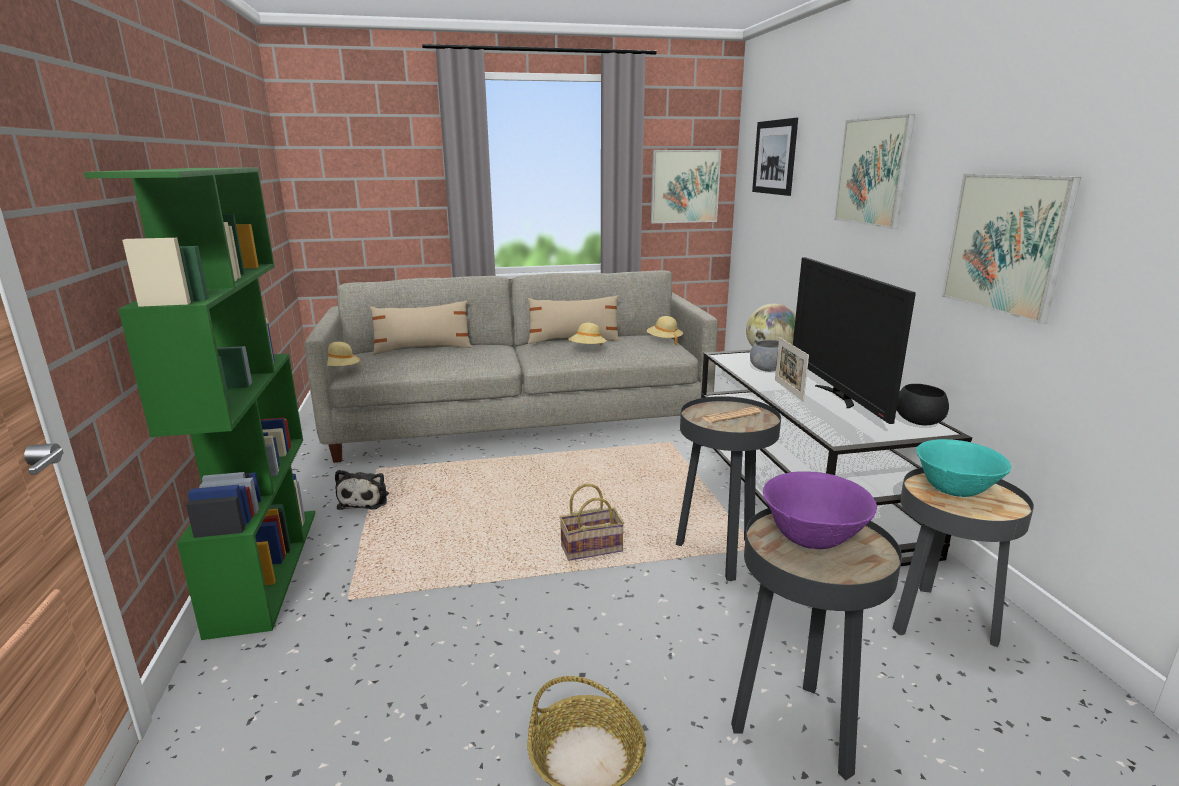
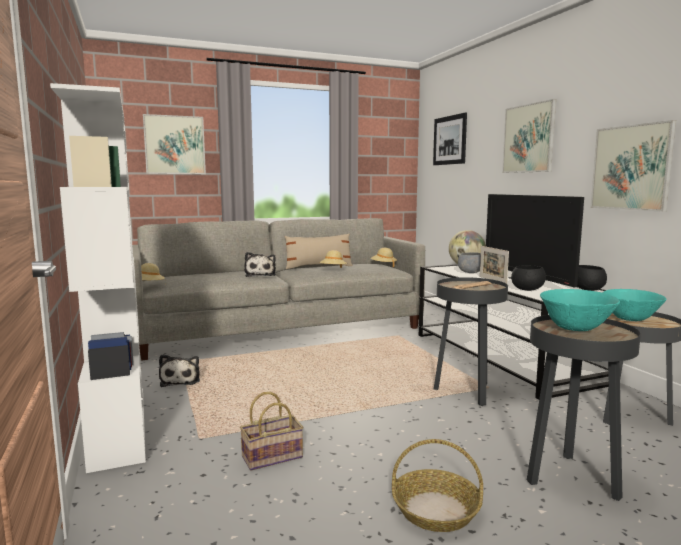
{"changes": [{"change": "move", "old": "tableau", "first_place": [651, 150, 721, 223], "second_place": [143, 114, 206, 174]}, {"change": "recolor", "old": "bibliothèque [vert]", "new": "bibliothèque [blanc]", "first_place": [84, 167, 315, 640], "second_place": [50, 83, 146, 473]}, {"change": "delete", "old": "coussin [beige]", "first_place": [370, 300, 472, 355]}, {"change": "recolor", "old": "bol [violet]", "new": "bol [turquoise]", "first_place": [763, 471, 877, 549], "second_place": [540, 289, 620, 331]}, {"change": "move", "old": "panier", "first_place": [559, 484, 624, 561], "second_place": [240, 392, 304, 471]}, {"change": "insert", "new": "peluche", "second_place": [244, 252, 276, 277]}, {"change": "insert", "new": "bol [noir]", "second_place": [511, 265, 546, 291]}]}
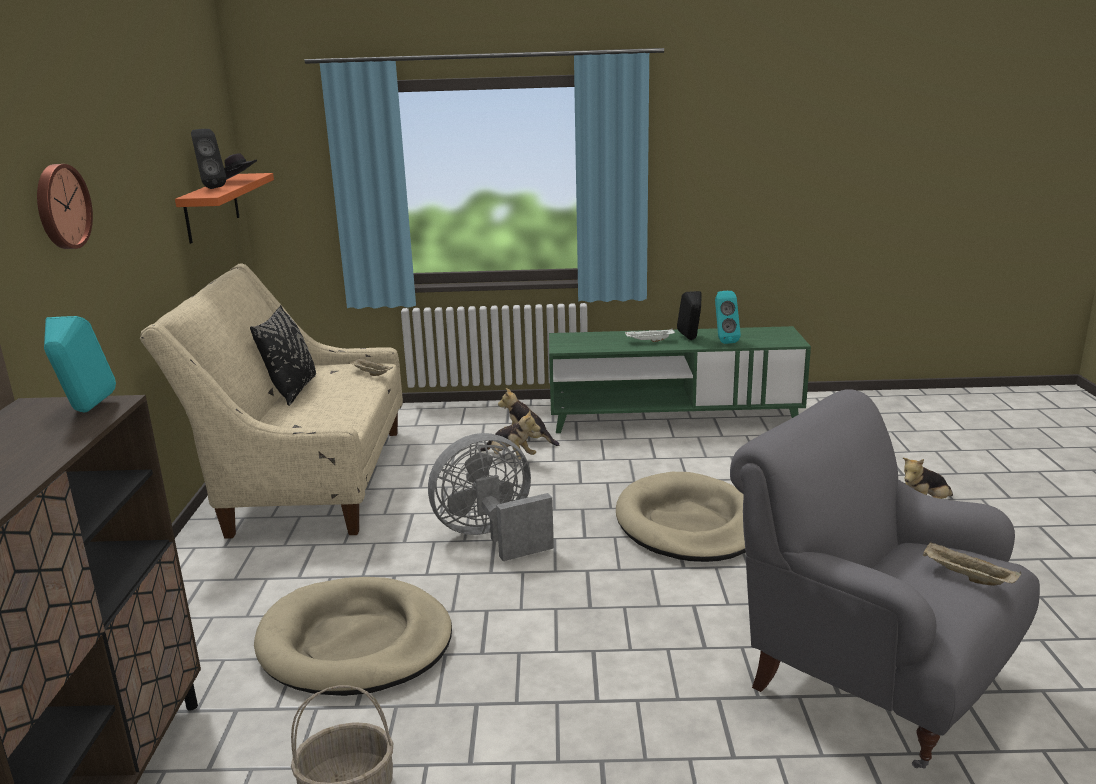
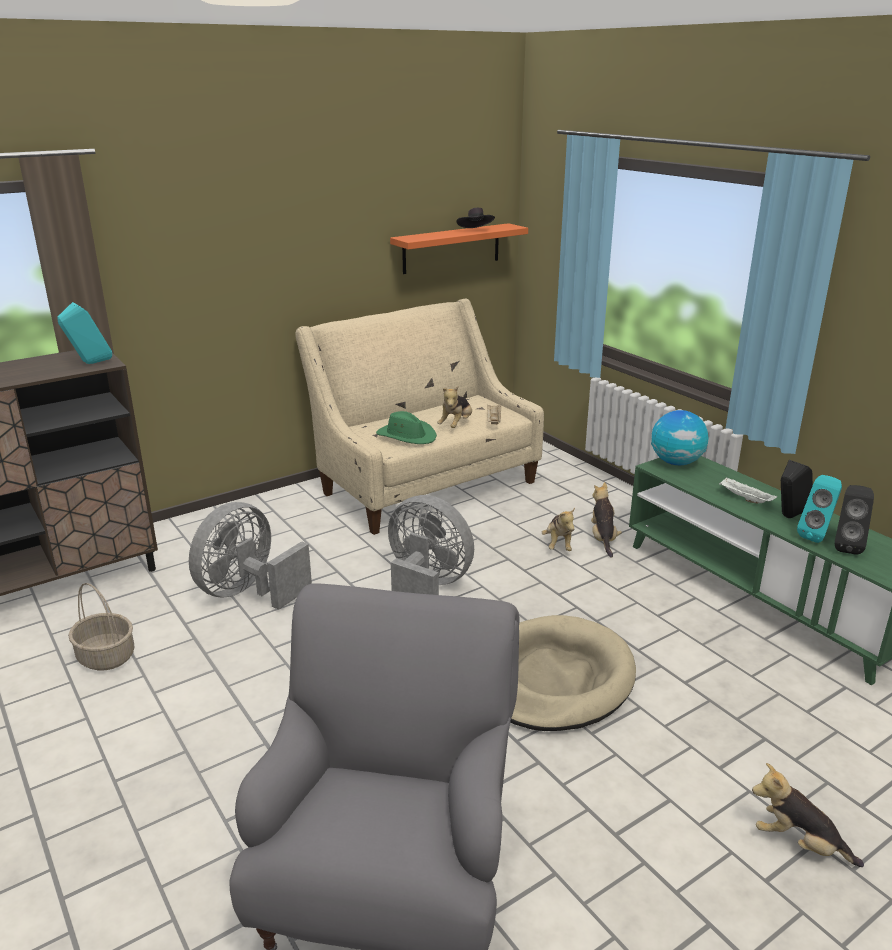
{"changes": [{"change": "move", "old": "enceinte [noir]", "first_place": [191, 129, 226, 189], "second_place": [834, 485, 874, 555]}, {"change": "delete", "old": "horloge murale", "first_place": [37, 164, 93, 249]}, {"change": "delete", "old": "coussin [noir]", "first_place": [250, 305, 316, 406]}, {"change": "delete", "old": "plateau [beige]", "first_place": [923, 542, 1021, 585]}, {"change": "replace", "old": "panier pour chien [beige]", "new": "ventilateur [gris]", "first_place": [254, 577, 452, 696], "second_place": [189, 502, 312, 610]}, {"change": "insert", "new": "peluche", "second_place": [437, 386, 472, 428]}, {"change": "insert", "new": "globe", "second_place": [651, 410, 708, 465]}, {"change": "insert", "new": "chapeau [vert]", "second_place": [376, 411, 437, 444]}]}
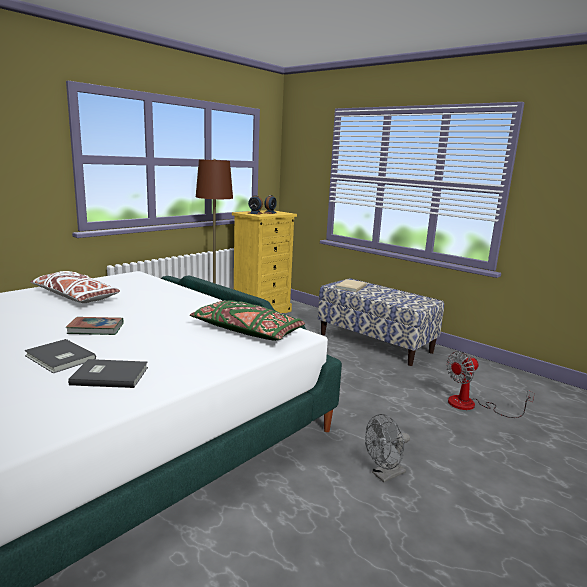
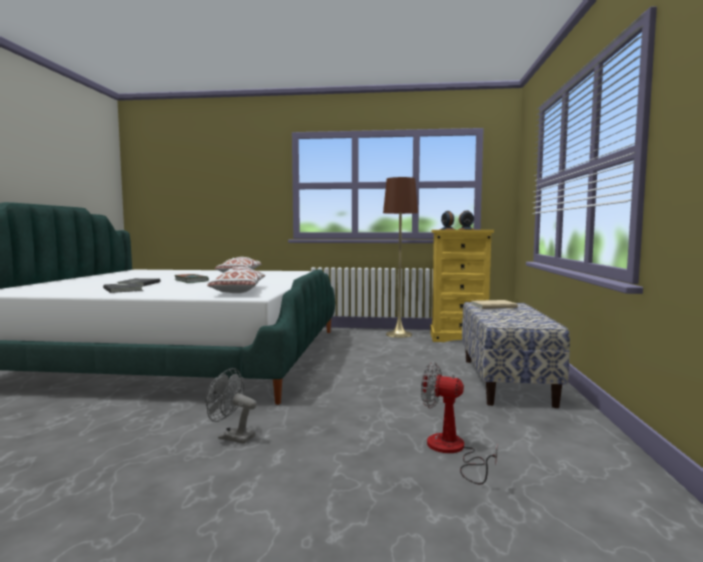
{"changes": [{"change": "recolor", "old": "coussin [vert]", "new": "coussin [blanc]", "first_place": [190, 300, 305, 341], "second_place": [207, 267, 265, 293]}]}
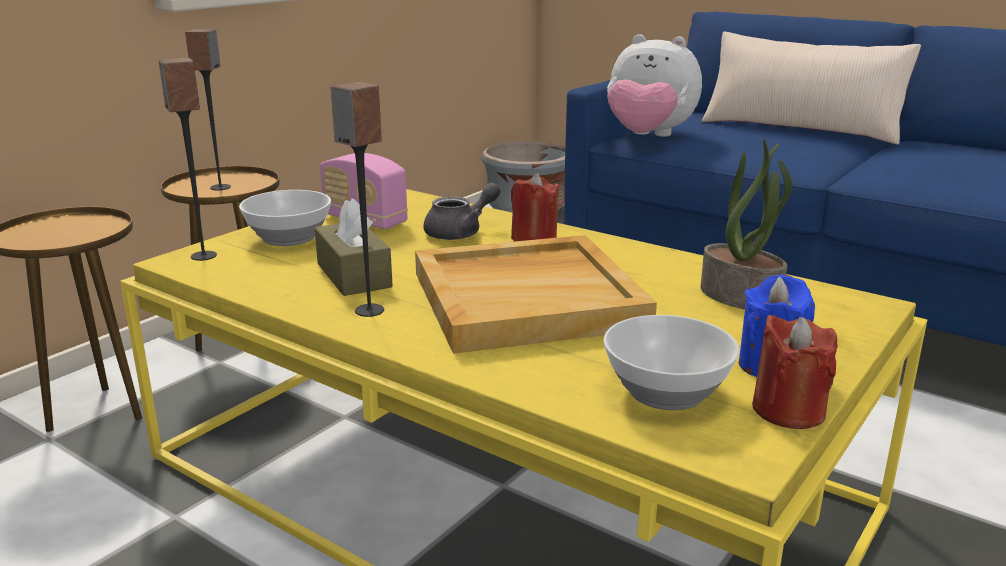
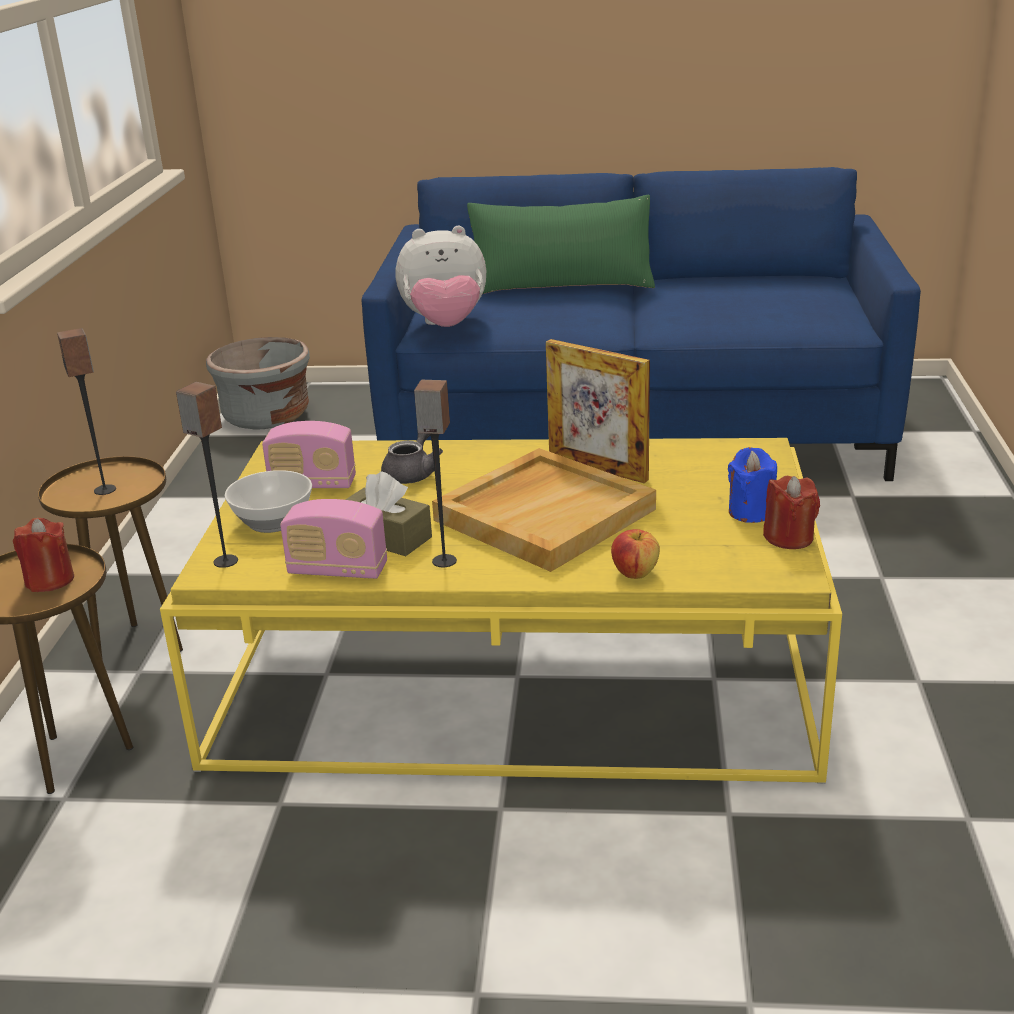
{"changes": [{"change": "recolor", "old": "coussin [beige]", "new": "coussin [vert]", "first_place": [702, 32, 921, 144], "second_place": [467, 195, 655, 294]}, {"change": "delete", "old": "plante en pot", "first_place": [700, 138, 792, 309]}, {"change": "move", "old": "bougie [rouge]", "first_place": [511, 173, 559, 242], "second_place": [13, 518, 74, 592]}, {"change": "delete", "old": "bol", "first_place": [603, 315, 740, 410]}, {"change": "insert", "new": "cadre photo", "second_place": [546, 339, 650, 483]}, {"change": "insert", "new": "radio", "second_place": [280, 499, 387, 579]}, {"change": "insert", "new": "pomme", "second_place": [611, 529, 660, 579]}]}
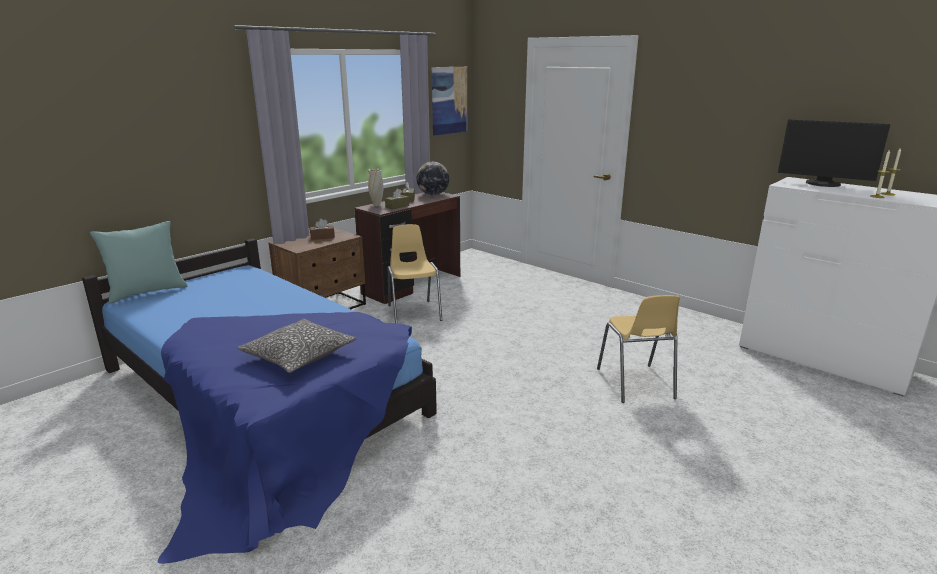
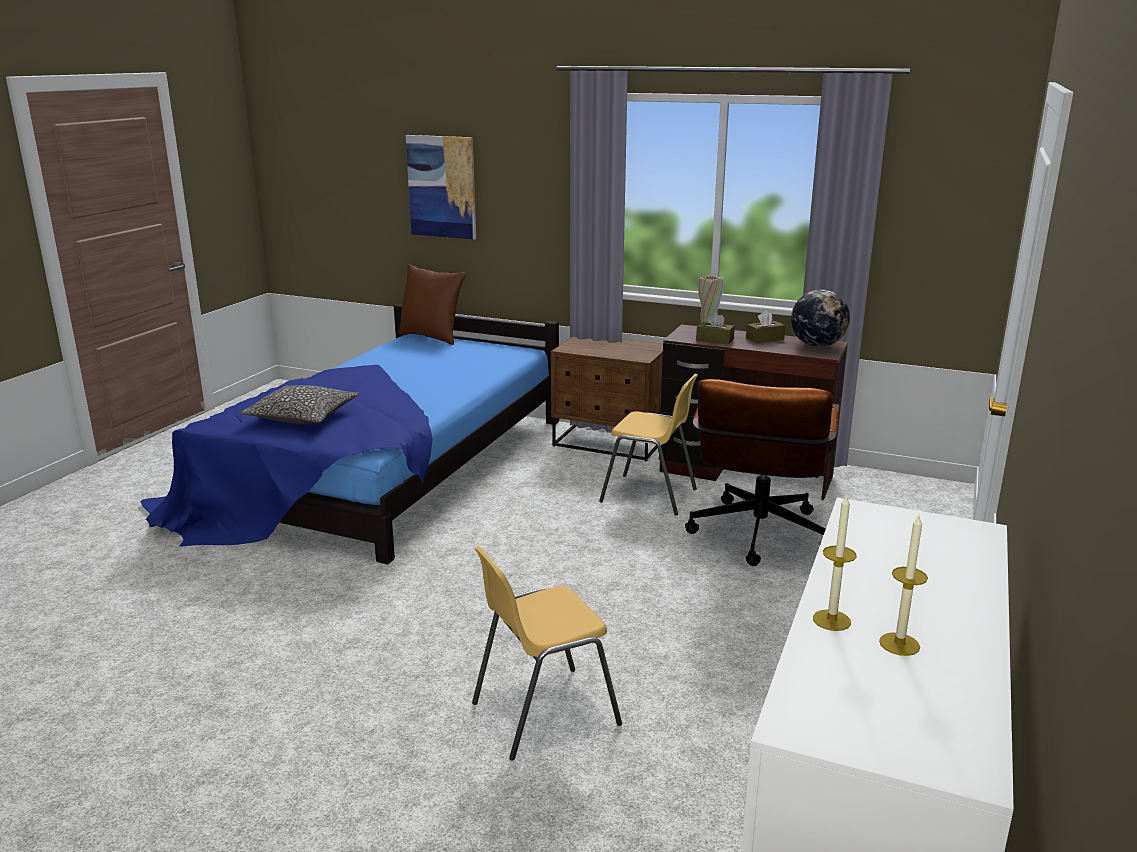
{"changes": [{"change": "move", "old": "tableau", "first_place": [432, 67, 467, 135], "second_place": [406, 135, 476, 240]}, {"change": "delete", "old": "écran d'ordinateur", "first_place": [778, 119, 890, 187]}, {"change": "delete", "old": "boîte à mouchoirs [marron]", "first_place": [310, 219, 335, 240]}, {"change": "recolor", "old": "coussin [turquoise]", "new": "coussin [marron]", "first_place": [90, 221, 188, 303], "second_place": [398, 264, 466, 345]}, {"change": "rotate", "old": "chaise [jaune]", "first_place": [388, 224, 442, 323], "second_place": [599, 374, 698, 516], "degrees": 60}, {"change": "insert", "new": "chaise de bureau [marron]", "second_place": [685, 379, 840, 566]}]}
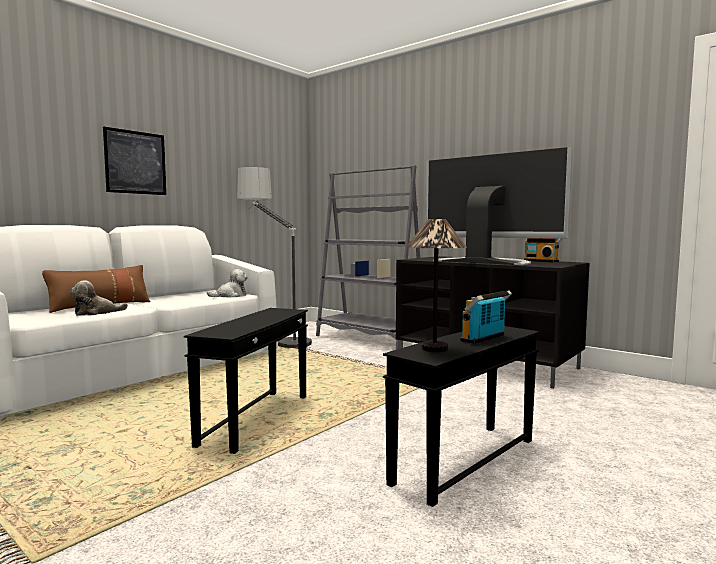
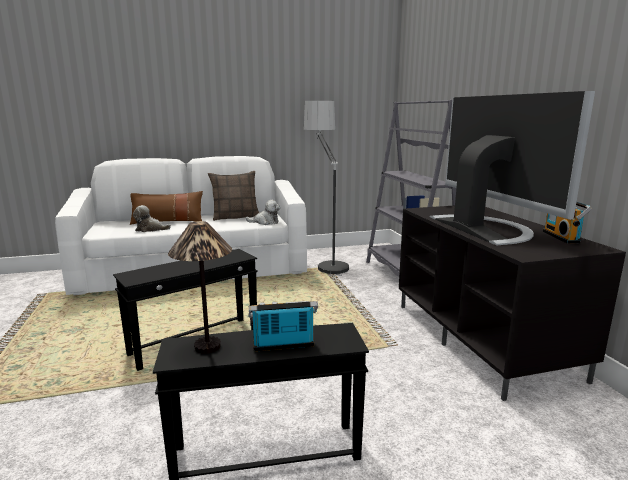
{"changes": [{"change": "delete", "old": "tableau", "first_place": [103, 127, 166, 195]}, {"change": "insert", "new": "coussin", "second_place": [208, 171, 259, 221]}]}
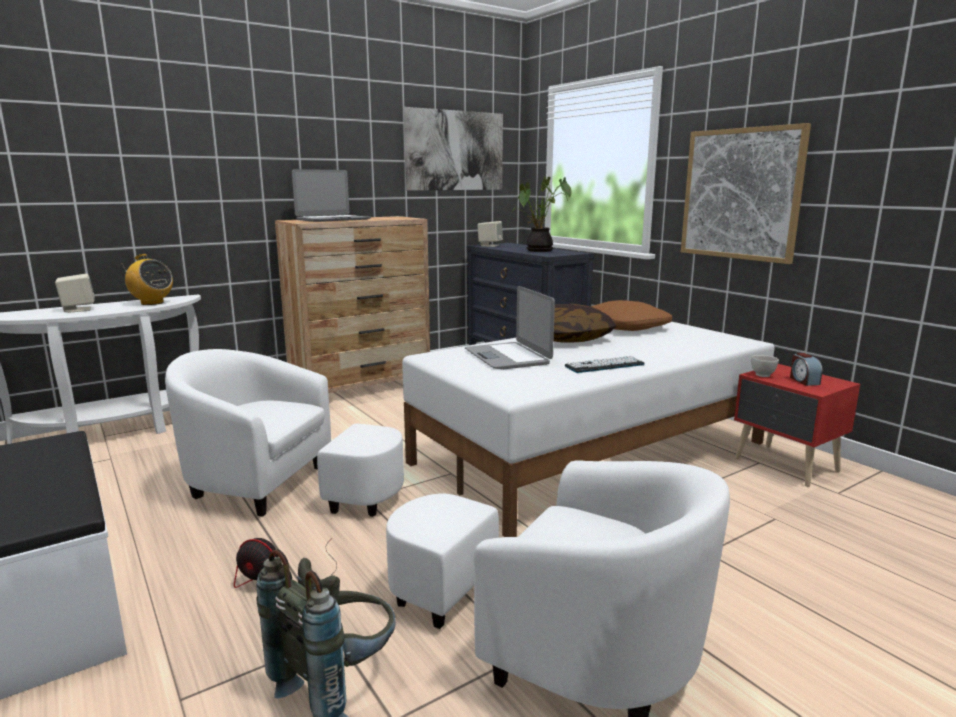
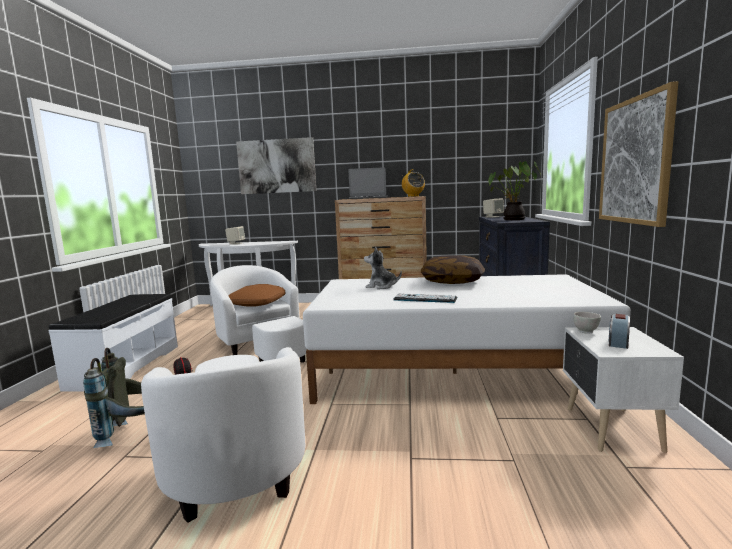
{"changes": [{"change": "move", "old": "tableau", "first_place": [404, 107, 503, 191], "second_place": [236, 137, 316, 194]}, {"change": "move", "old": "radio", "first_place": [121, 254, 173, 305], "second_place": [402, 169, 425, 197]}, {"change": "replace", "old": "ordinateur portable", "new": "peluche", "first_place": [465, 286, 555, 369], "second_place": [364, 247, 402, 289]}, {"change": "move", "old": "coussin [marron]", "first_place": [591, 300, 672, 331], "second_place": [228, 284, 285, 307]}, {"change": "recolor", "old": "table de chevet [rouge]", "new": "table de chevet [blanc]", "first_place": [734, 364, 860, 487], "second_place": [563, 327, 684, 453]}]}
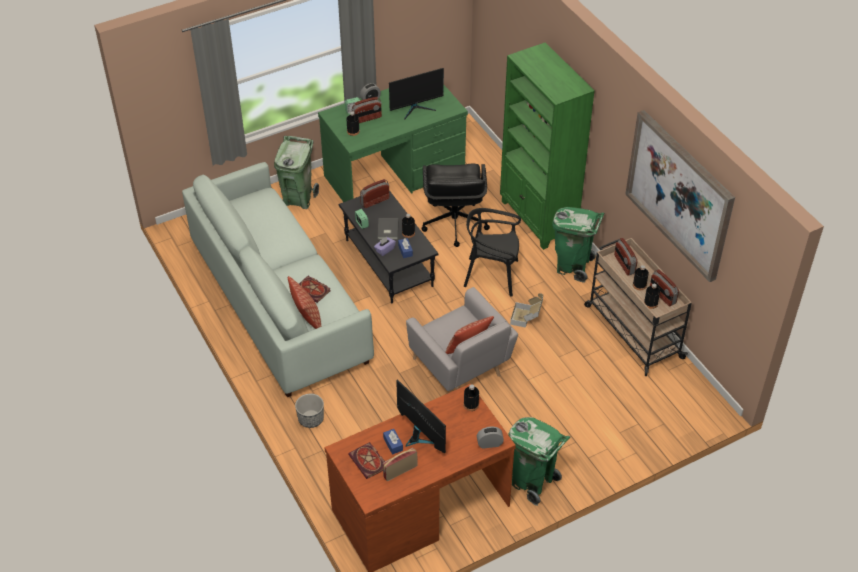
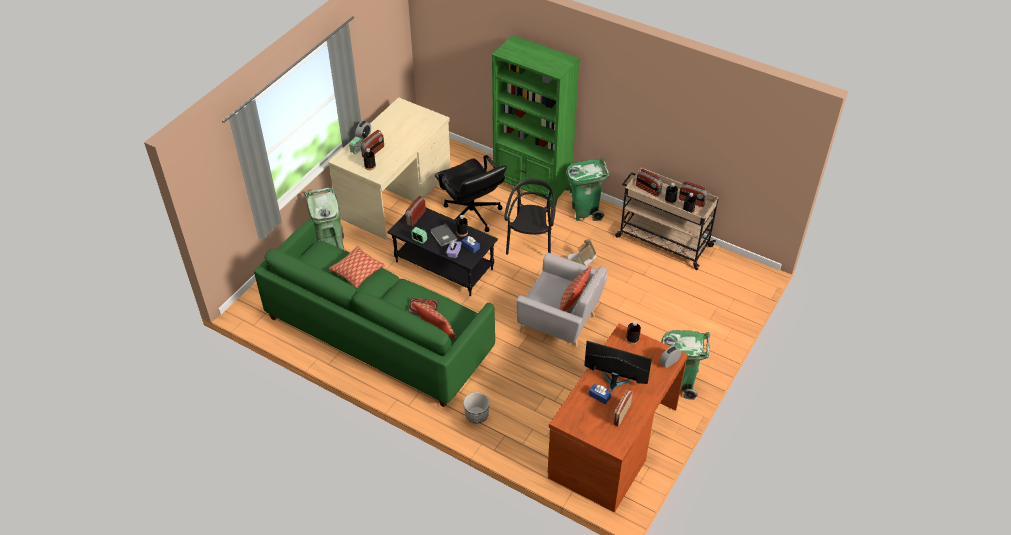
{"changes": [{"change": "delete", "old": "écran d'ordinateur", "first_place": [389, 68, 444, 119]}, {"change": "recolor", "old": "bureau [vert]", "new": "bureau [beige]", "first_place": [318, 85, 468, 202], "second_place": [328, 97, 451, 240]}, {"change": "delete", "old": "tableau", "first_place": [625, 110, 735, 282]}, {"change": "recolor", "old": "canapé [blanc]", "new": "canapé [vert]", "first_place": [182, 162, 374, 397], "second_place": [254, 220, 495, 407]}, {"change": "rotate", "old": "chaise [noir]", "first_place": [464, 208, 521, 297], "second_place": [504, 179, 556, 255], "degrees": 120}, {"change": "delete", "old": "livre", "first_place": [348, 442, 385, 479]}, {"change": "insert", "new": "coussin", "second_place": [329, 246, 385, 288]}]}
